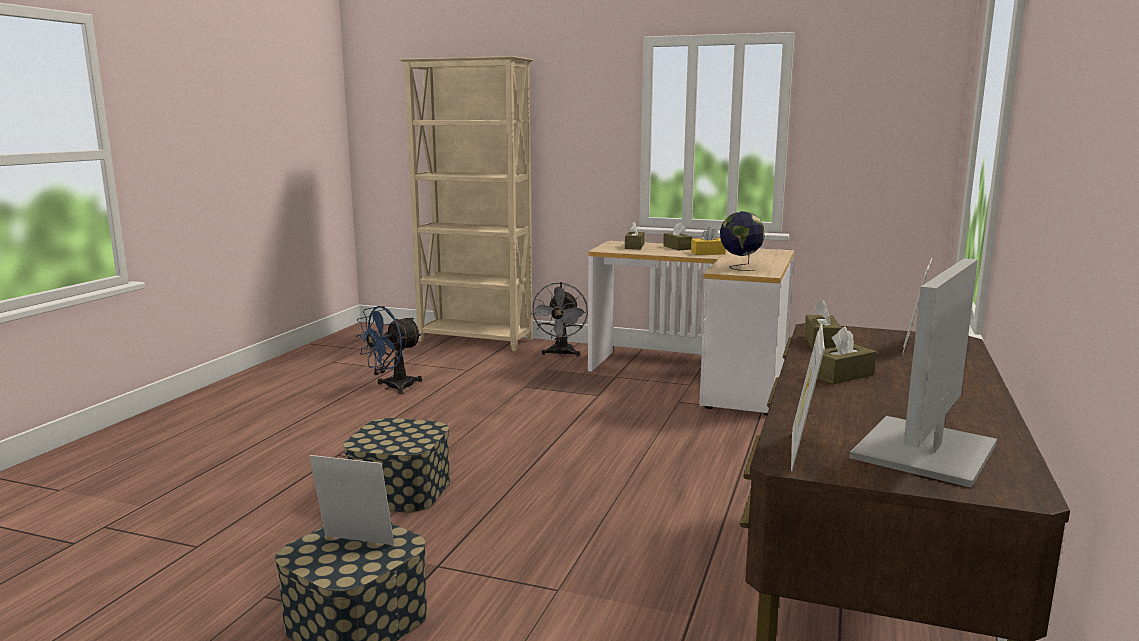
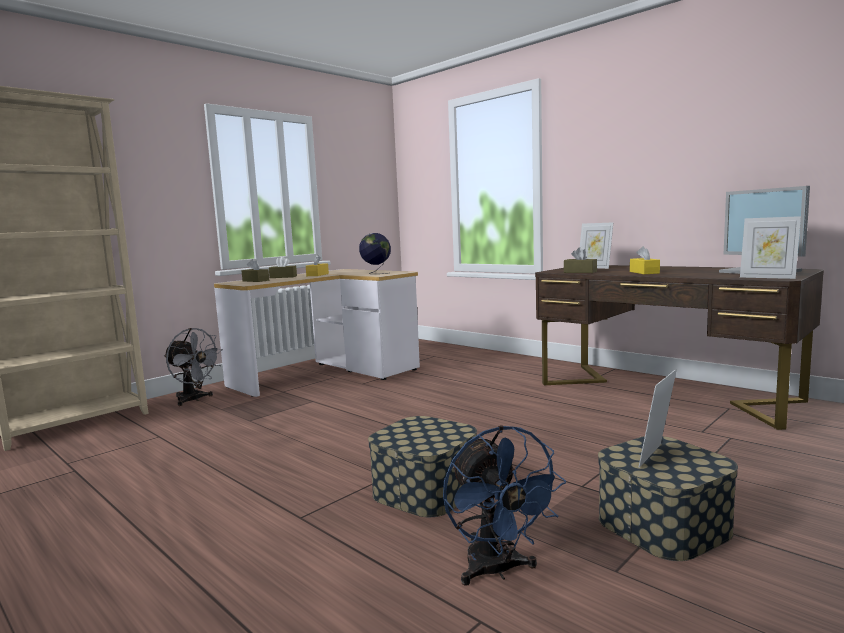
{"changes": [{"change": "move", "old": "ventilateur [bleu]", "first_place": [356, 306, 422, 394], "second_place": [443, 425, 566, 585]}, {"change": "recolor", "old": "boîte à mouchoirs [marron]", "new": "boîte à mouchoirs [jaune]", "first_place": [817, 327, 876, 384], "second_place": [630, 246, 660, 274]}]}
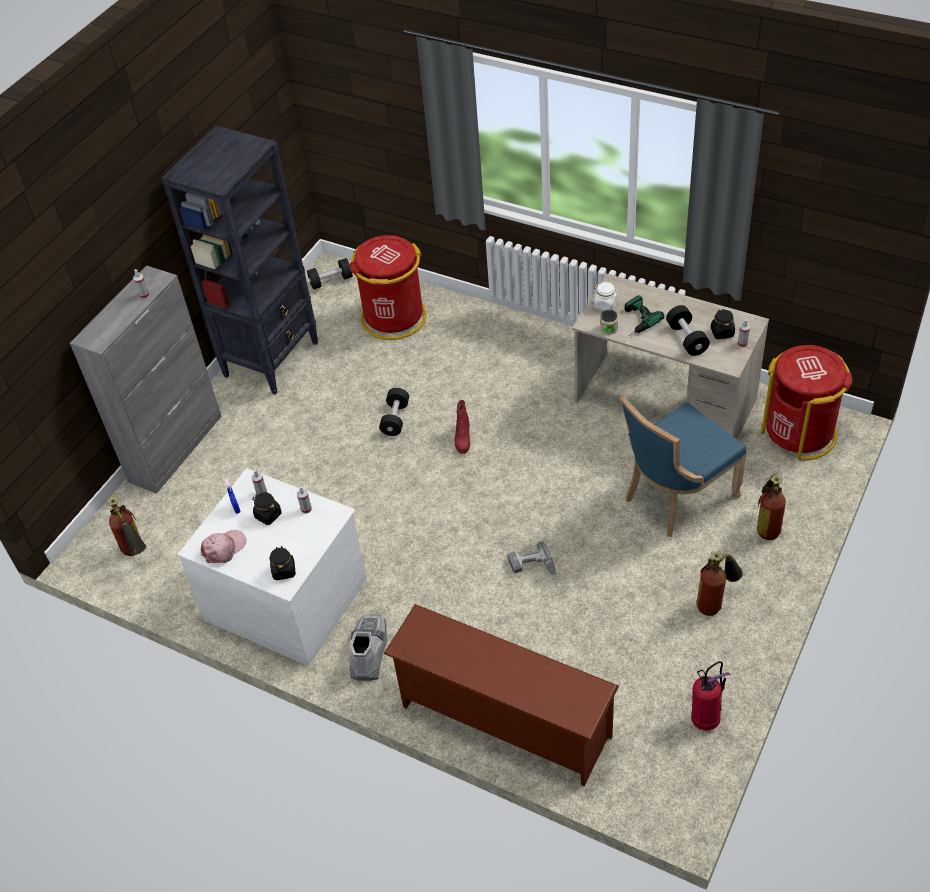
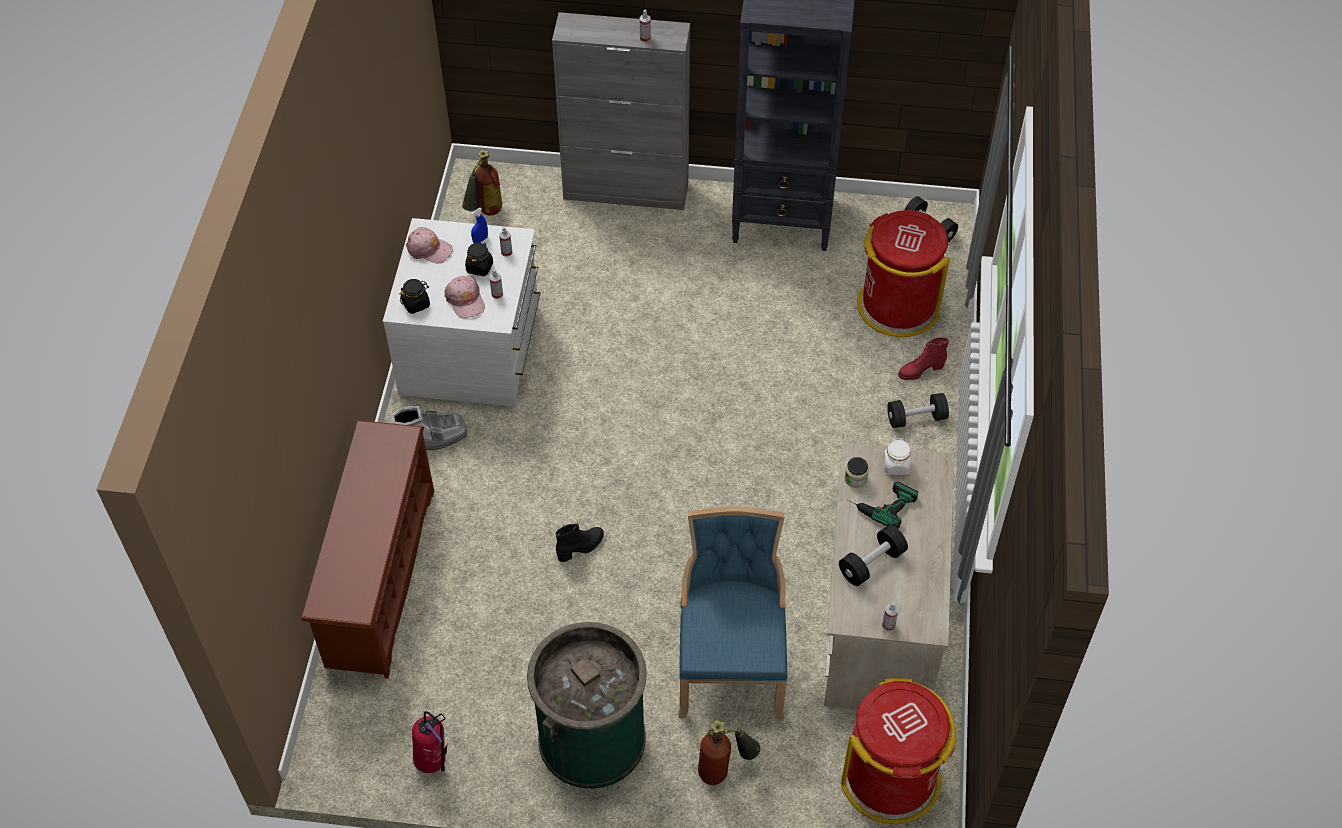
{"changes": [{"change": "delete", "old": "bocal [noir]", "first_place": [711, 309, 735, 339]}, {"change": "move", "old": "haltère [noir]", "first_place": [379, 388, 409, 436], "second_place": [887, 393, 949, 428]}, {"change": "rotate", "old": "chaise [bleu]", "first_place": [620, 396, 747, 537], "second_place": [678, 507, 787, 720], "degrees": 60}, {"change": "move", "old": "botte [rouge]", "first_place": [455, 400, 470, 454], "second_place": [898, 337, 949, 380]}, {"change": "replace", "old": "perceuse", "new": "botte [noir]", "first_place": [507, 541, 556, 576], "second_place": [555, 523, 604, 562]}, {"change": "replace", "old": "extincteur", "new": "poubelle [vert]", "first_place": [697, 551, 743, 616], "second_place": [527, 622, 647, 789]}, {"change": "insert", "new": "casquette [rose]", "second_place": [445, 276, 485, 319]}]}
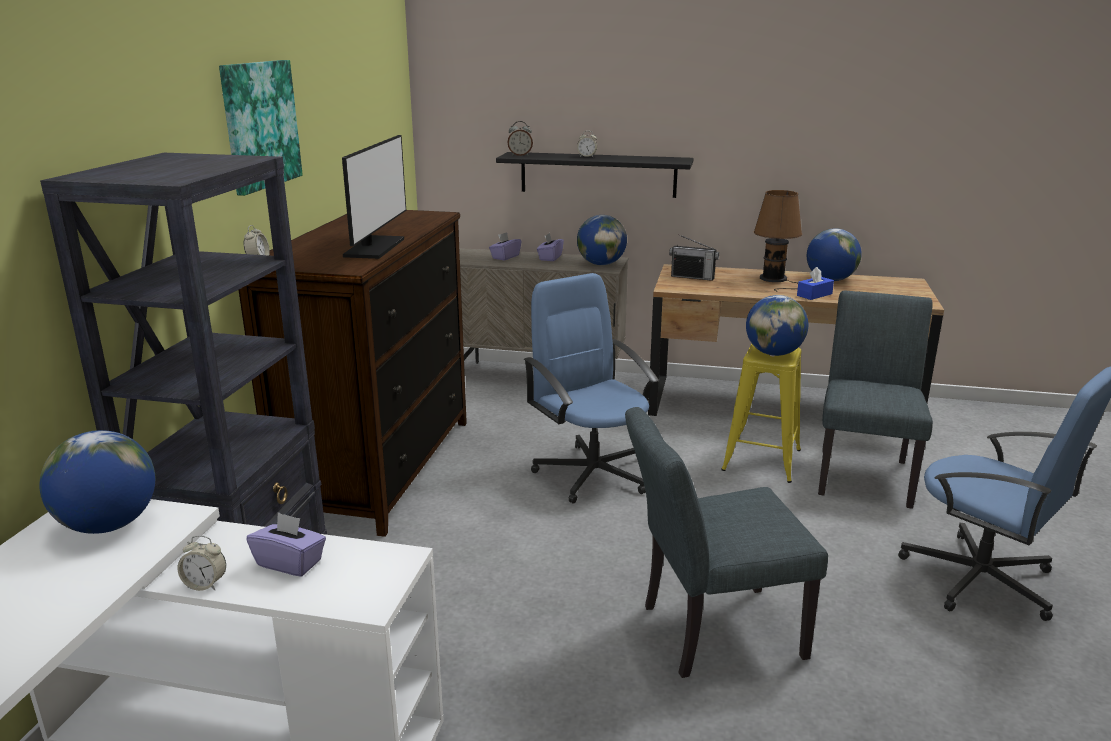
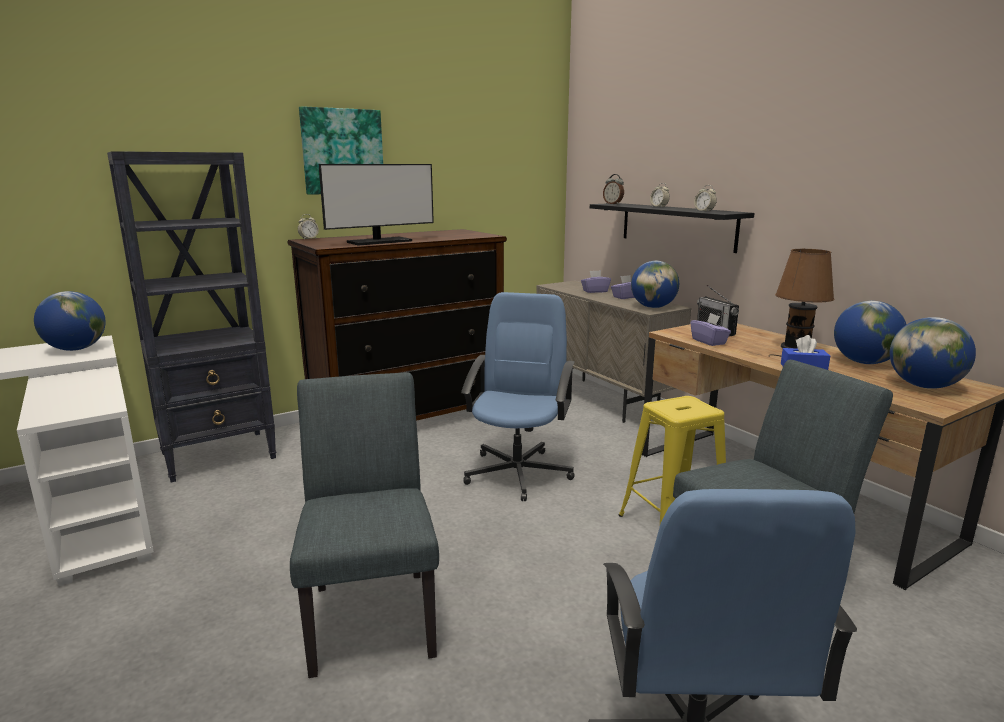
{"changes": [{"change": "move", "old": "globe", "first_place": [746, 295, 808, 356], "second_place": [890, 317, 976, 389]}, {"change": "rotate", "old": "chaise [gris]", "first_place": [625, 407, 828, 678], "second_place": [290, 373, 439, 678], "degrees": 45}, {"change": "move", "old": "boîte à mouchoirs [violet]", "first_place": [246, 512, 326, 576], "second_place": [690, 313, 731, 346]}, {"change": "move", "old": "réveil", "first_place": [177, 535, 226, 591], "second_place": [694, 185, 717, 212]}]}
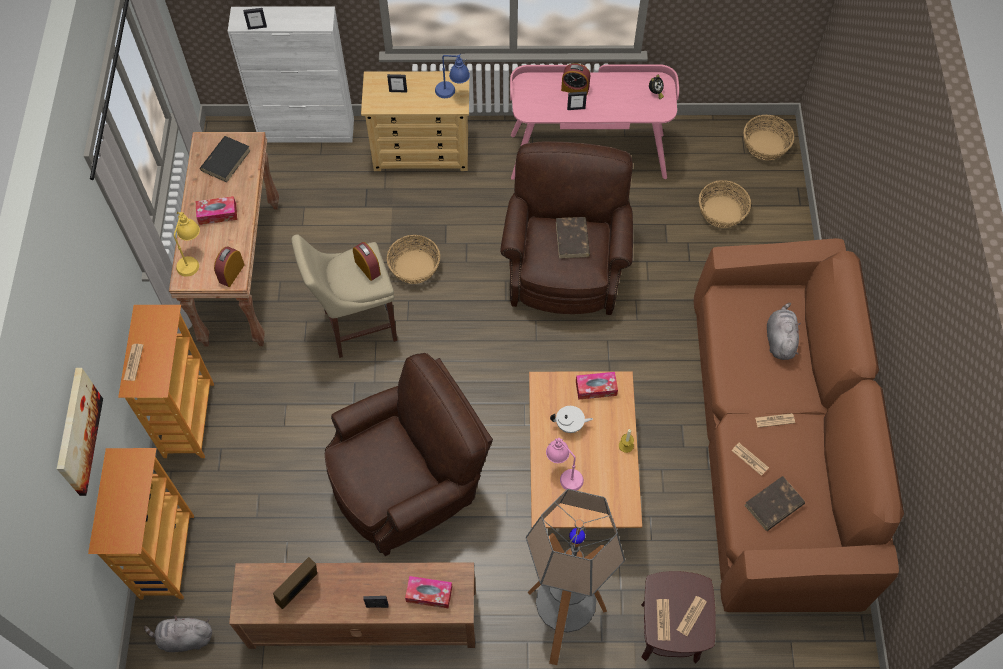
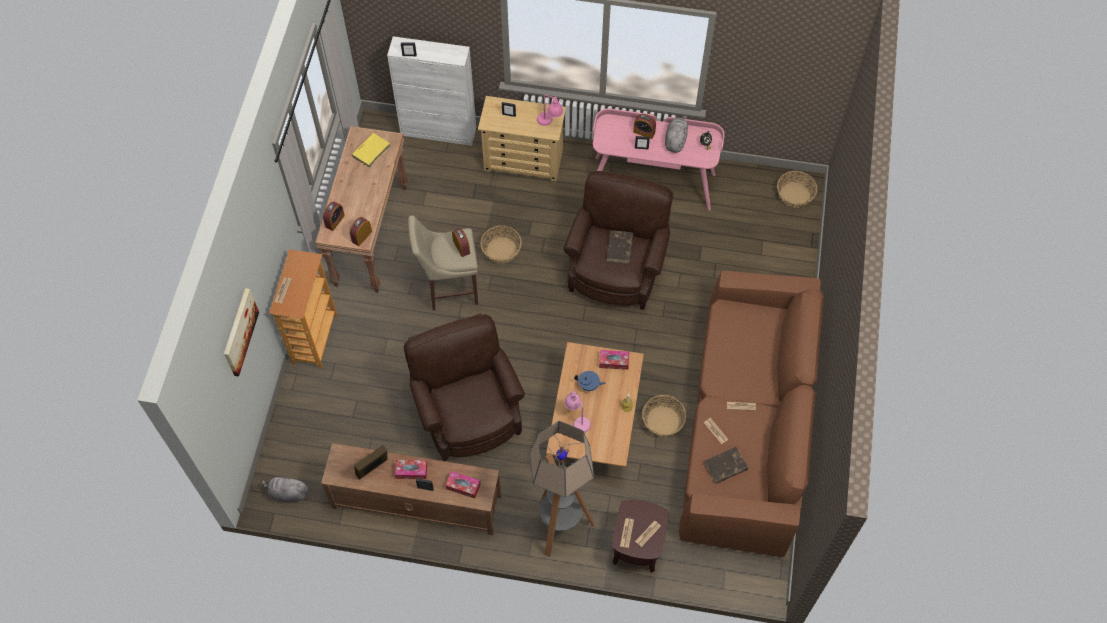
{"changes": [{"change": "recolor", "old": "lampe de table [bleu]", "new": "lampe de table [rose]", "first_place": [435, 54, 470, 98], "second_place": [537, 95, 563, 126]}, {"change": "recolor", "old": "livre [noir]", "new": "livre [jaune]", "first_place": [200, 136, 251, 182], "second_place": [351, 133, 391, 168]}, {"change": "move", "old": "panier", "first_place": [699, 180, 751, 228], "second_place": [642, 395, 686, 437]}, {"change": "move", "old": "boîte à mouchoirs", "first_place": [196, 196, 237, 225], "second_place": [395, 460, 427, 479]}, {"change": "replace", "old": "lampe de table [jaune]", "new": "réveil", "first_place": [174, 212, 200, 277], "second_place": [323, 202, 345, 231]}, {"change": "move", "old": "peluche [gris]", "first_place": [767, 303, 801, 360], "second_place": [665, 116, 688, 153]}, {"change": "rotate", "old": "fauteuil [marron]", "first_place": [325, 353, 493, 556], "second_place": [404, 313, 525, 461], "degrees": -90}, {"change": "recolor", "old": "théière [blanc]", "new": "théière [bleu]", "first_place": [550, 406, 593, 433], "second_place": [574, 371, 606, 391]}, {"change": "delete", "old": "bibliothèque", "first_place": [88, 448, 194, 599]}]}
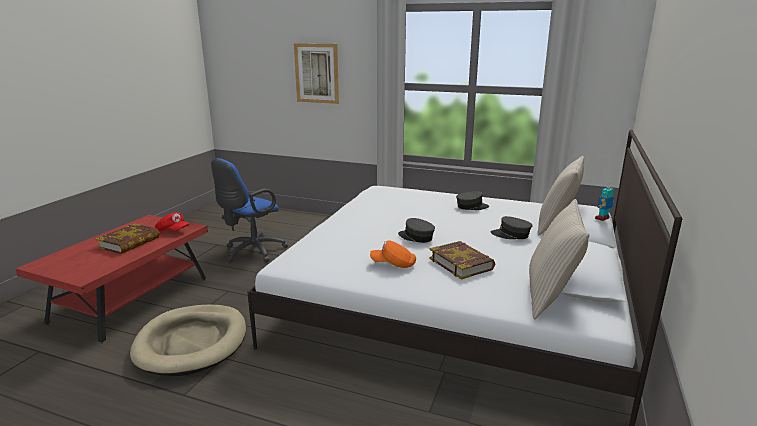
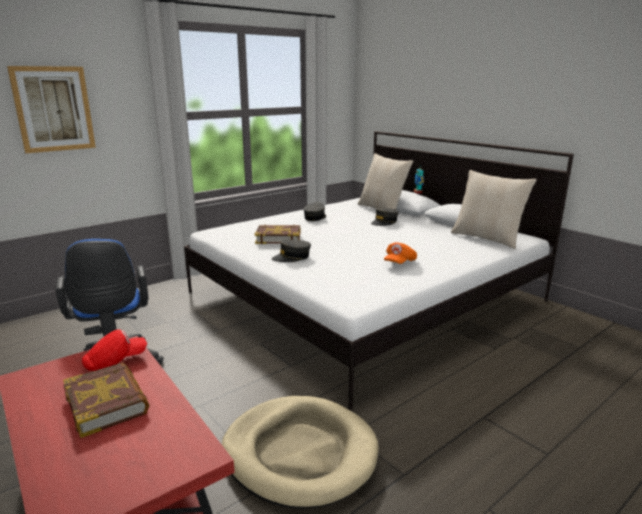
{"changes": [{"change": "move", "old": "casquette [gris]", "first_place": [398, 218, 435, 243], "second_place": [272, 240, 311, 262]}, {"change": "move", "old": "livre", "first_place": [429, 241, 495, 280], "second_place": [254, 225, 300, 244]}]}
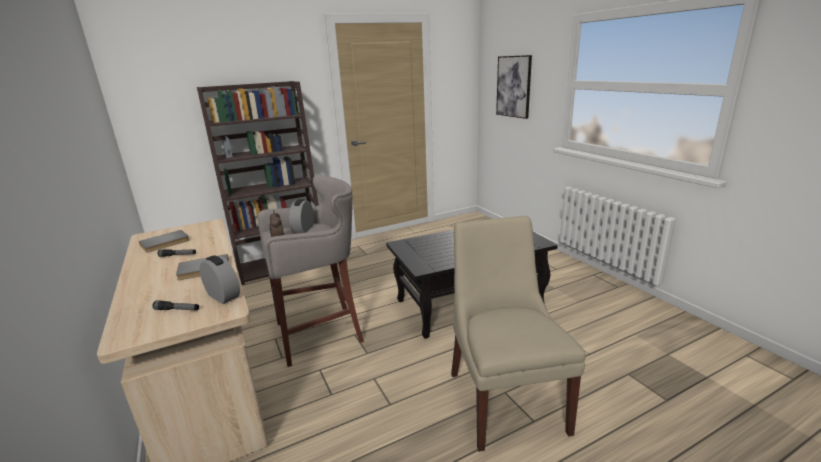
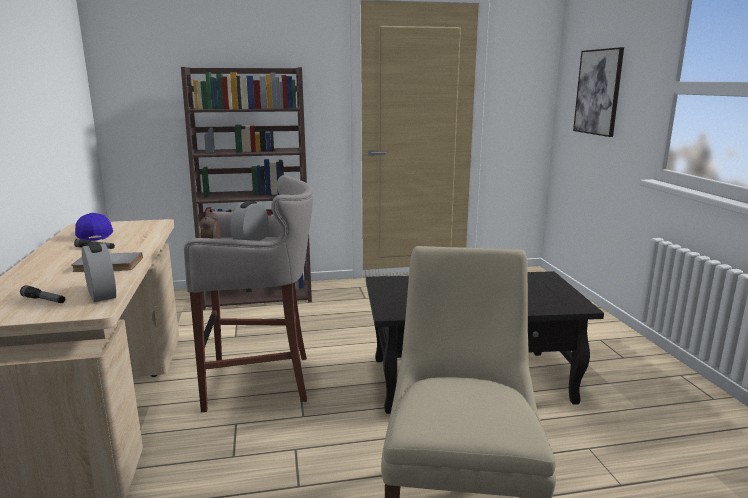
{"changes": [{"change": "replace", "old": "livre [gris]", "new": "casquette [bleu]", "first_place": [139, 230, 189, 253], "second_place": [75, 213, 113, 241]}]}
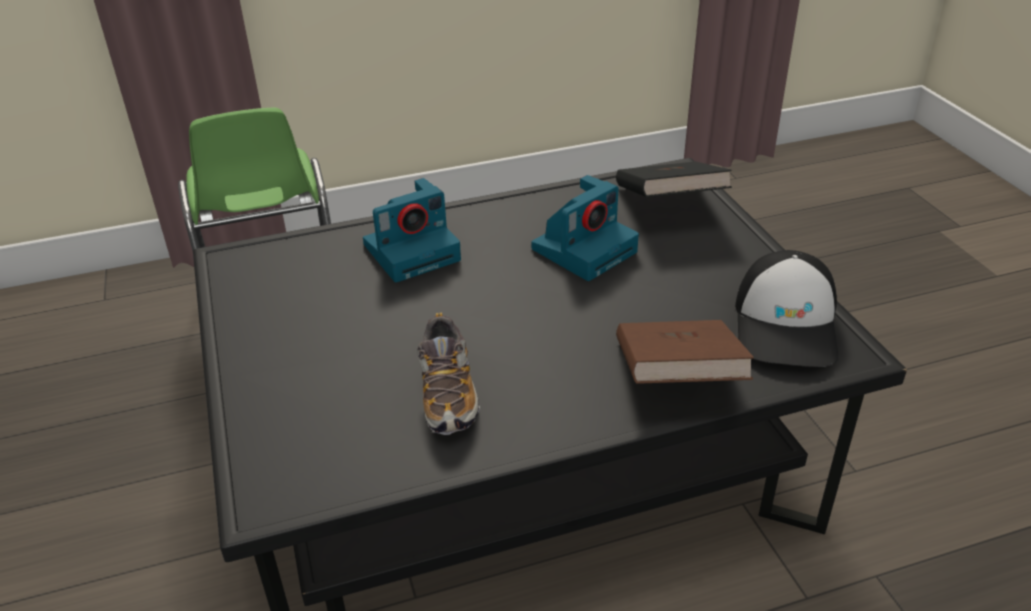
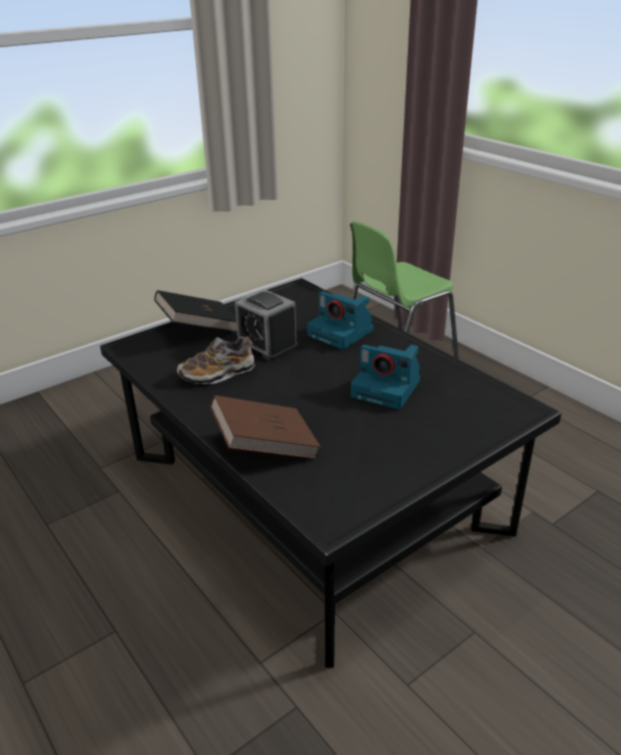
{"changes": [{"change": "move", "old": "livre [noir]", "first_place": [616, 161, 732, 197], "second_place": [154, 290, 237, 332]}, {"change": "delete", "old": "casquette", "first_place": [735, 250, 838, 367]}, {"change": "insert", "new": "réveil", "second_place": [235, 289, 298, 361]}]}
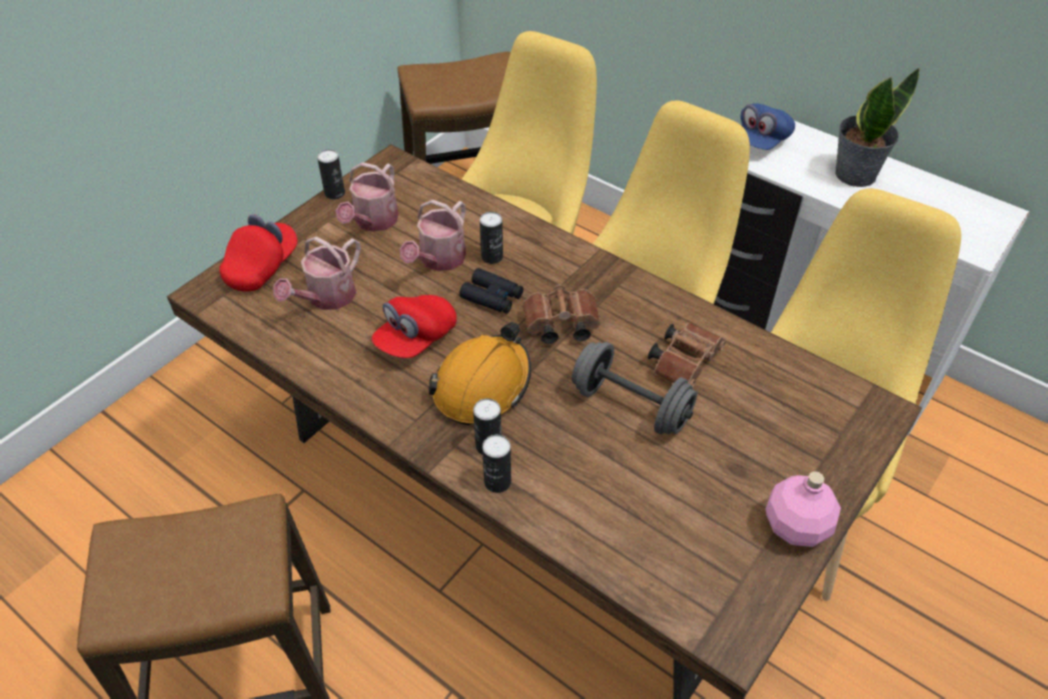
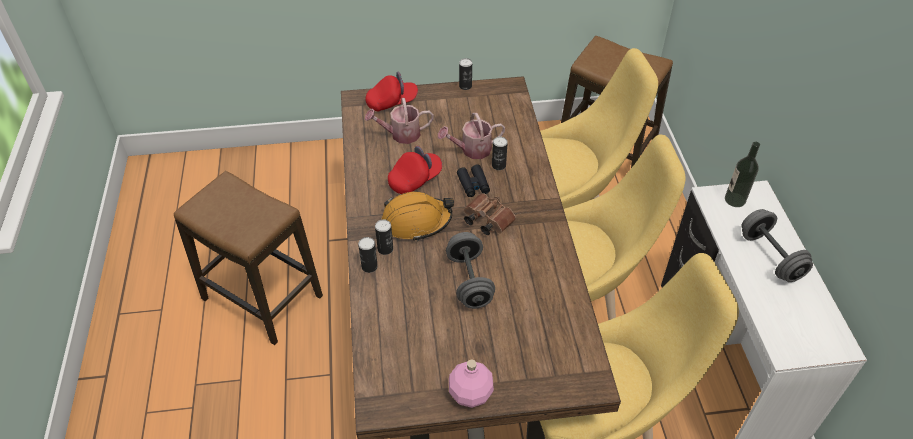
{"changes": [{"change": "replace", "old": "plante en pot", "new": "haltère [gris]", "first_place": [835, 68, 920, 187], "second_place": [741, 209, 813, 282]}, {"change": "replace", "old": "casquette [bleu]", "new": "bouteille", "first_place": [740, 103, 795, 150], "second_place": [725, 142, 760, 207]}, {"change": "delete", "old": "arrosoir", "first_place": [336, 162, 399, 232]}, {"change": "rotate", "old": "casquette [rouge]", "first_place": [372, 295, 457, 358], "second_place": [388, 146, 442, 194], "degrees": 150}, {"change": "delete", "old": "jumelles [marron]", "first_place": [648, 323, 726, 387]}]}
